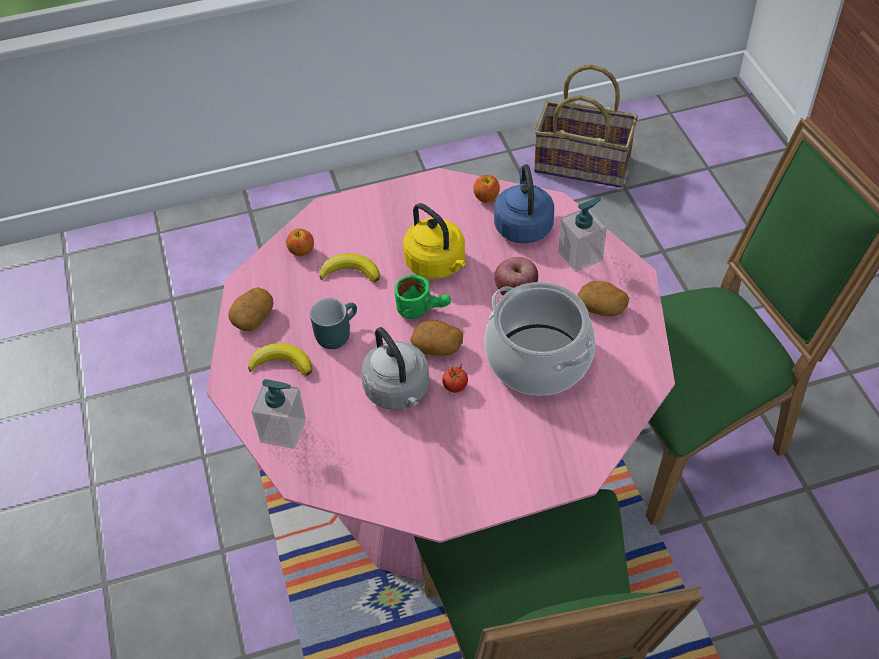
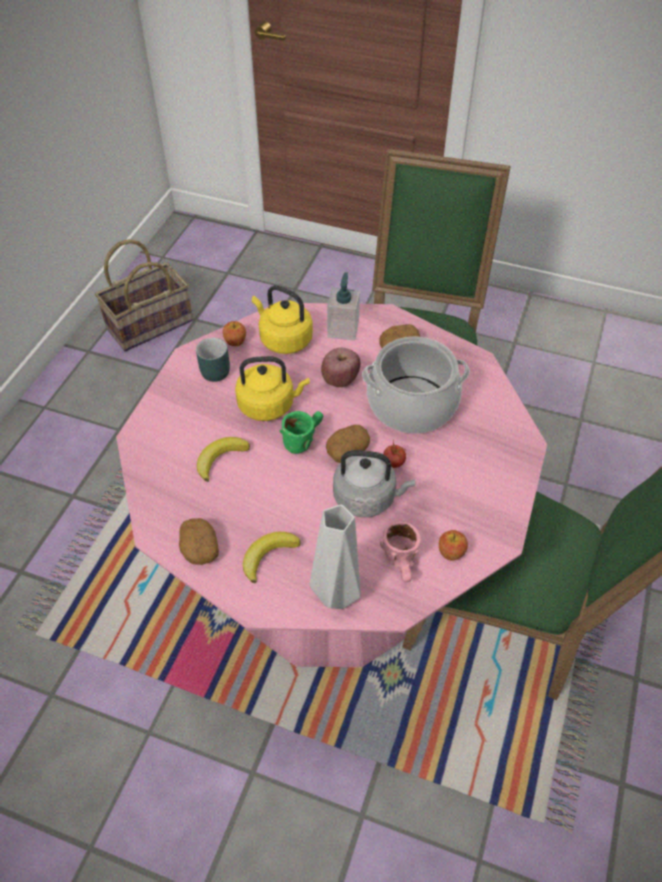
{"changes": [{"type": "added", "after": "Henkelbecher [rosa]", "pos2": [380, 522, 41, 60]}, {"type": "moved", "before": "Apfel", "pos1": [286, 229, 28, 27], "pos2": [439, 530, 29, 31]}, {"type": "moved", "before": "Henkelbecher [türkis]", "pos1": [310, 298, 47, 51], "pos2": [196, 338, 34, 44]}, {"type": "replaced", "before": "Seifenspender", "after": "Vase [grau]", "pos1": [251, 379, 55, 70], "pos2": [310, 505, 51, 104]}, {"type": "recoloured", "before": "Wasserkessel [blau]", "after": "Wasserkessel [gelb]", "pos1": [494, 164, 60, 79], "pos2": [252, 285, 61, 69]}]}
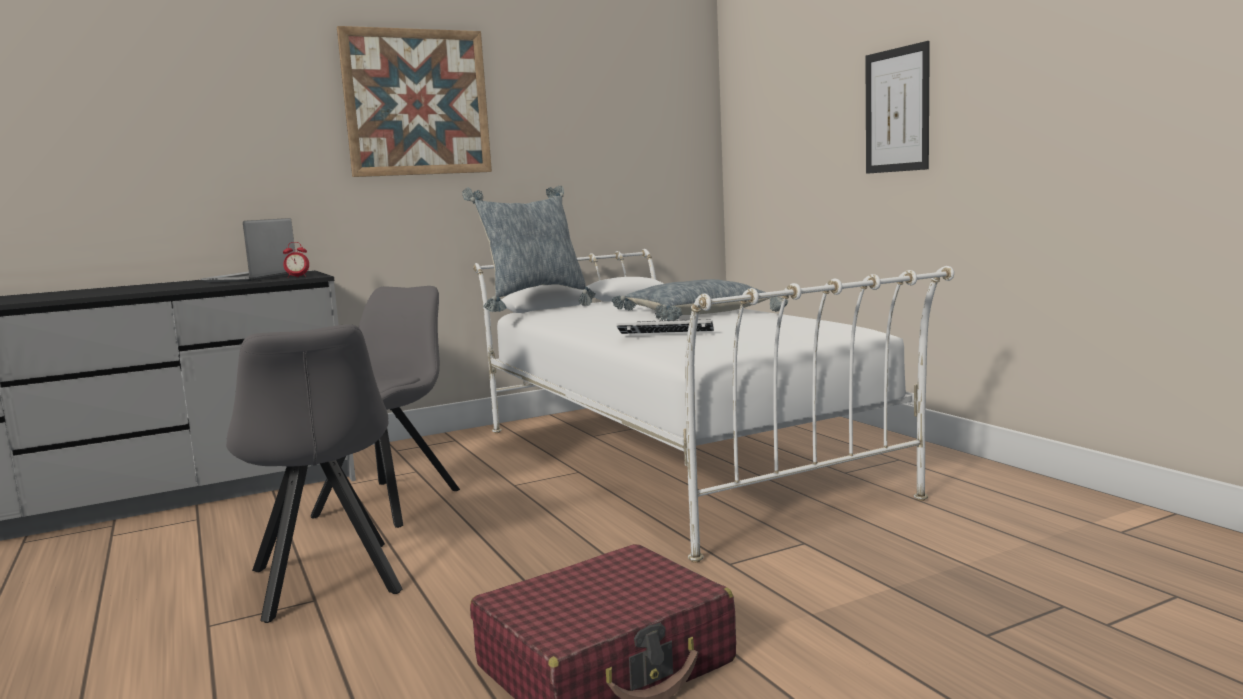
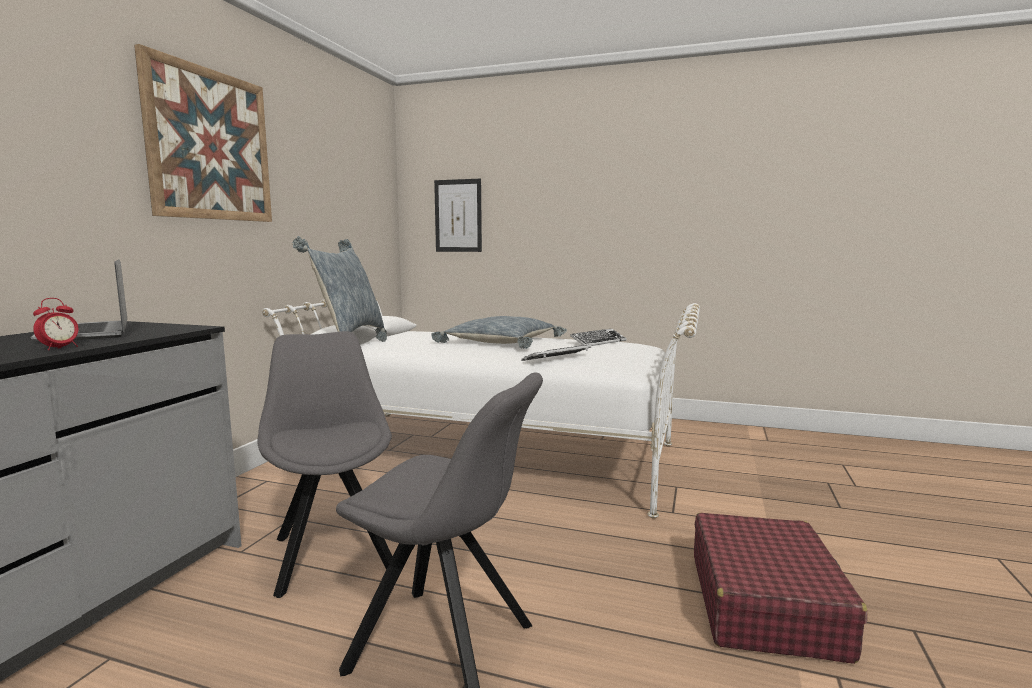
{"changes": [{"type": "added", "after": "Tastatur", "pos2": [570, 329, 57, 17]}, {"type": "moved", "before": "Wecker", "pos1": [283, 242, 26, 36], "pos2": [33, 298, 46, 52]}, {"type": "moved", "before": "Bild", "pos1": [865, 41, 65, 133], "pos2": [434, 179, 48, 73]}]}
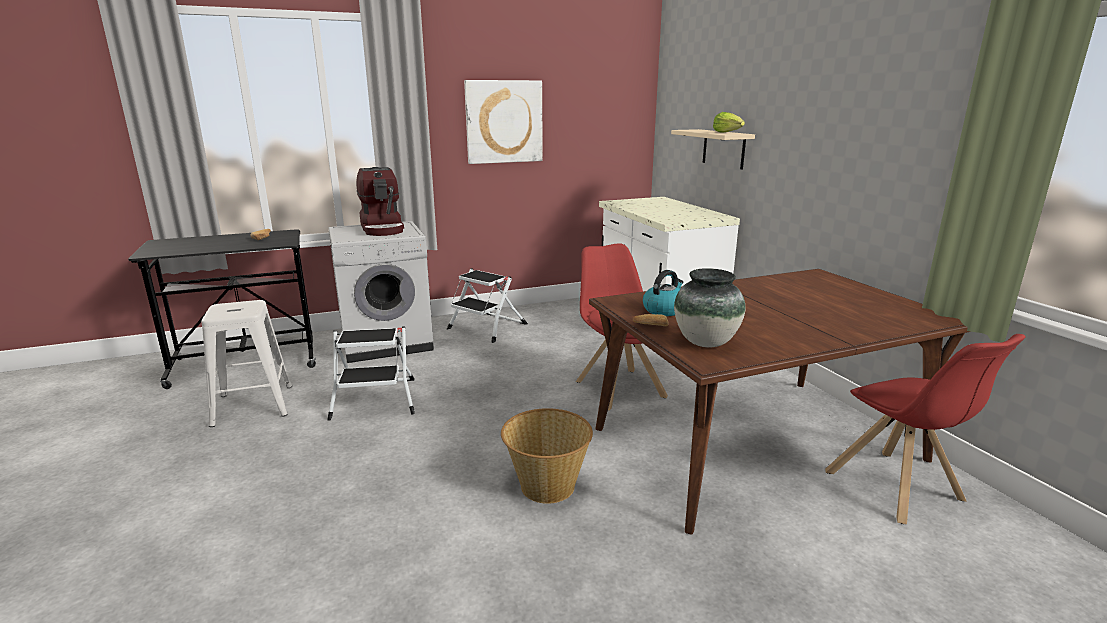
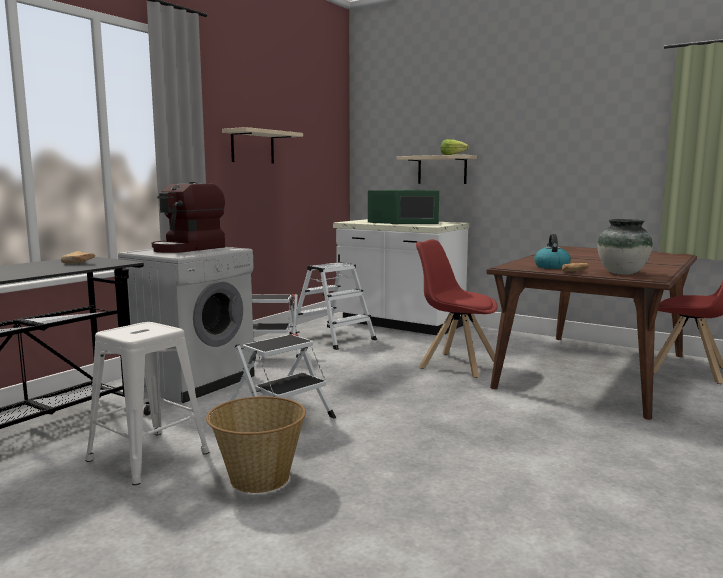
{"changes": [{"type": "added", "after": "Trittleiter [weiß]", "pos2": [289, 262, 88, 88]}, {"type": "added", "after": "Mikrowelle [grün]", "pos2": [368, 189, 71, 35]}, {"type": "moved", "before": "Korb", "pos1": [501, 408, 92, 96], "pos2": [206, 396, 100, 97]}, {"type": "replaced", "before": "Bild", "after": "Wandregal [beige]", "pos1": [464, 80, 79, 84], "pos2": [222, 127, 81, 37]}, {"type": "turned", "before": "Kaffeemaschine", "pos1": [356, 167, 48, 69], "pos2": [151, 182, 74, 71], "turn": 90}]}
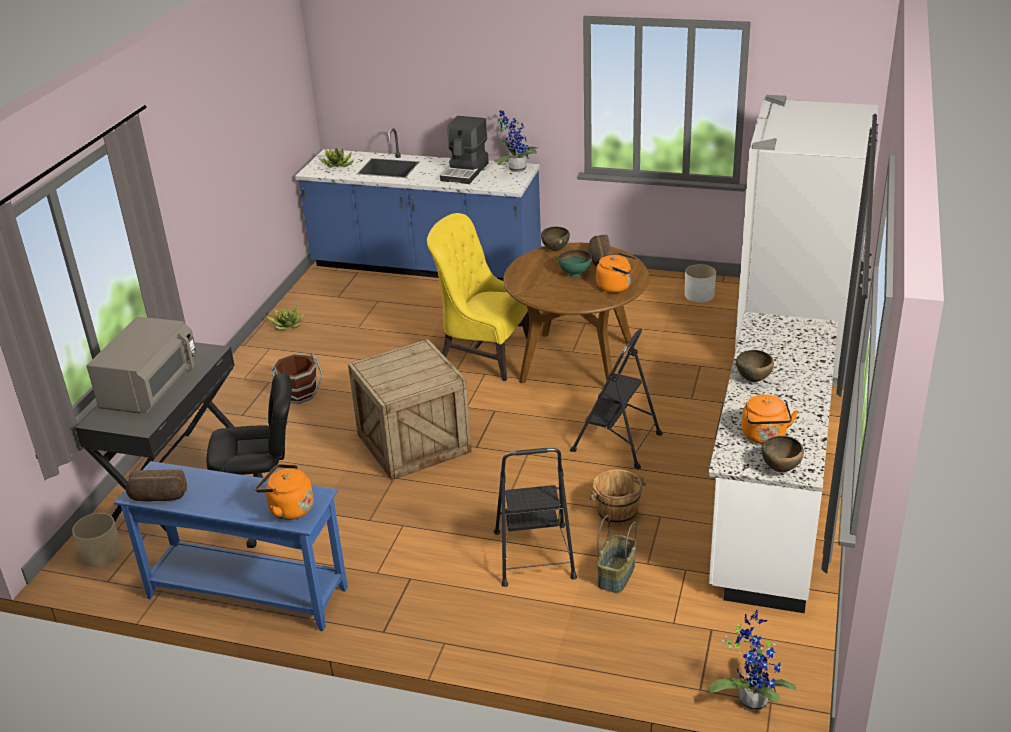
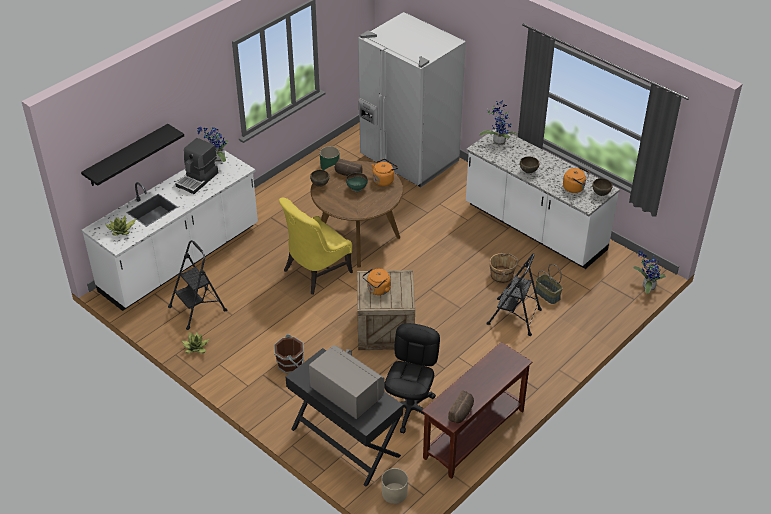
{"changes": [{"type": "added", "after": "Wandregal [schwarz]", "pos2": [81, 124, 103, 62]}, {"type": "added", "after": "Topfpflanze", "pos2": [479, 101, 39, 44]}, {"type": "moved", "before": "Wasserkessel [orange]", "pos1": [255, 464, 59, 56], "pos2": [362, 269, 29, 26]}, {"type": "moved", "before": "Trittleiter [schwarz]", "pos1": [570, 328, 93, 141], "pos2": [168, 240, 59, 90]}, {"type": "recoloured", "before": "Konsolentisch [blau]", "after": "Konsolentisch [braun]", "pos1": [114, 461, 234, 170], "pos2": [422, 342, 111, 137]}, {"type": "recoloured", "before": "Küchenzeile [blau]", "after": "Küchenzeile [weiß]", "pos1": [295, 128, 246, 153], "pos2": [81, 150, 177, 161]}, {"type": "recoloured", "before": "Pflanzkübel [weiß]", "after": "Pflanzkübel [grün]", "pos1": [685, 264, 31, 39], "pos2": [320, 146, 20, 24]}, {"type": "turned", "before": "Kaffeemaschine", "pos1": [440, 116, 49, 68], "pos2": [175, 138, 43, 56], "turn": 75}]}
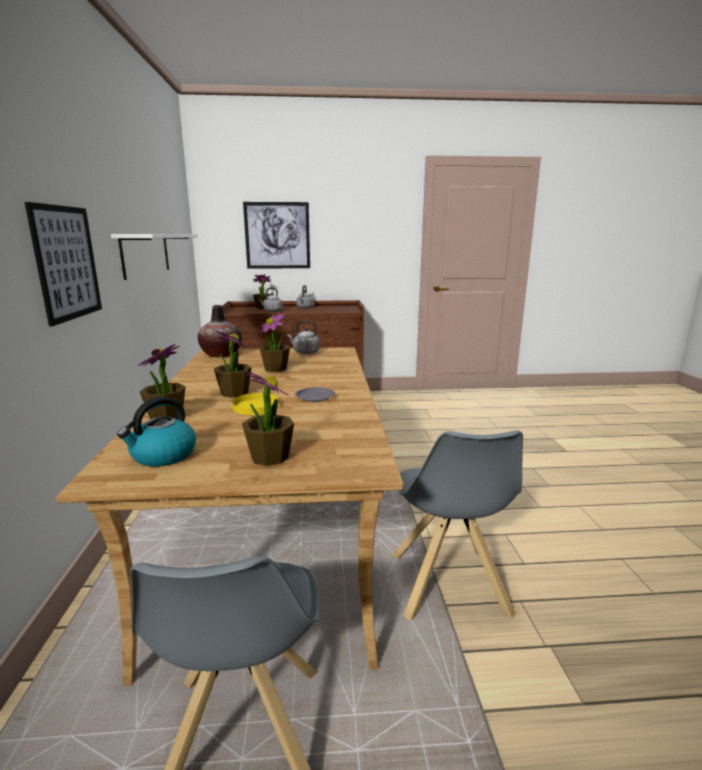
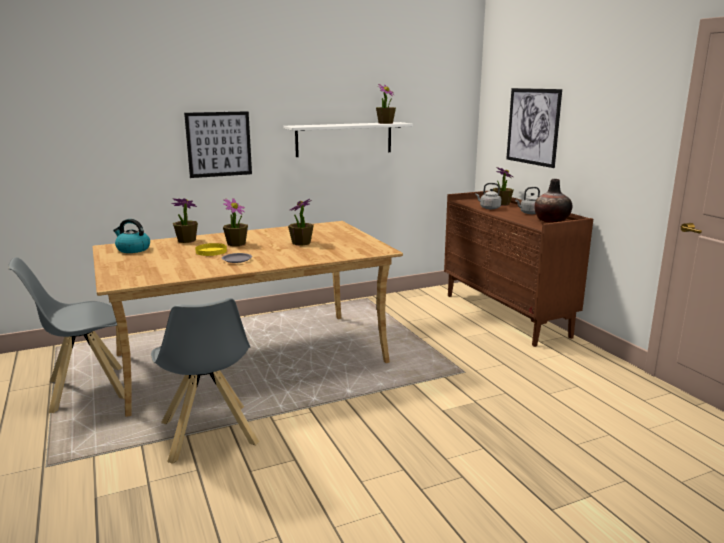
{"changes": [{"type": "removed", "before": "Wasserkessel [grau]", "pos1": [287, 320, 33, 34]}, {"type": "moved", "before": "Vase", "pos1": [198, 305, 44, 52], "pos2": [534, 179, 38, 44]}, {"type": "moved", "before": "Topfpflanze", "pos1": [242, 370, 52, 96], "pos2": [376, 84, 20, 40]}, {"type": "turned", "before": "Stuhl [grau]", "pos1": [392, 430, 131, 191], "pos2": [151, 298, 108, 166], "turn": -90}]}
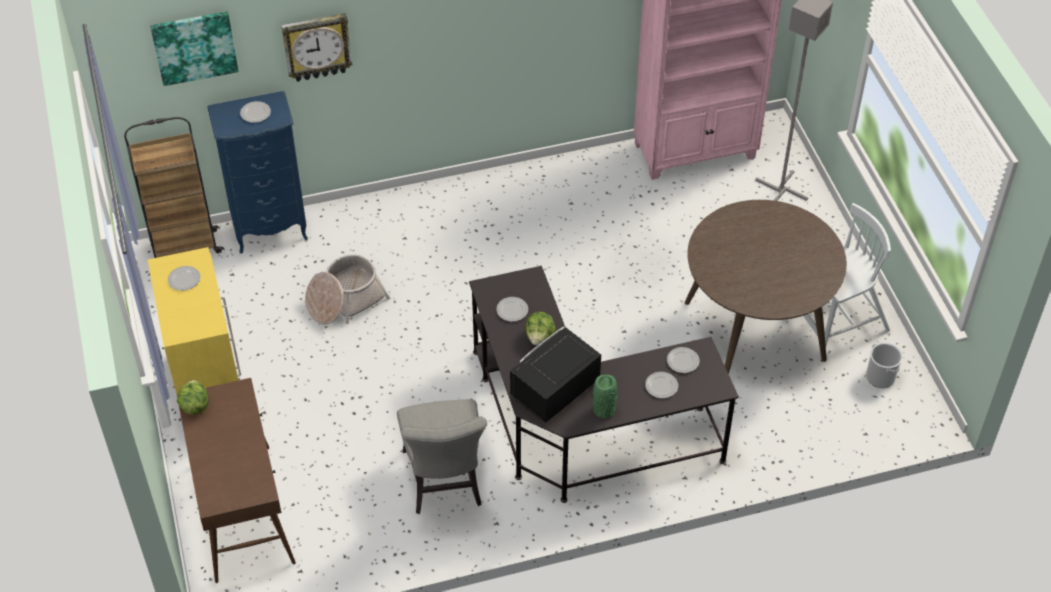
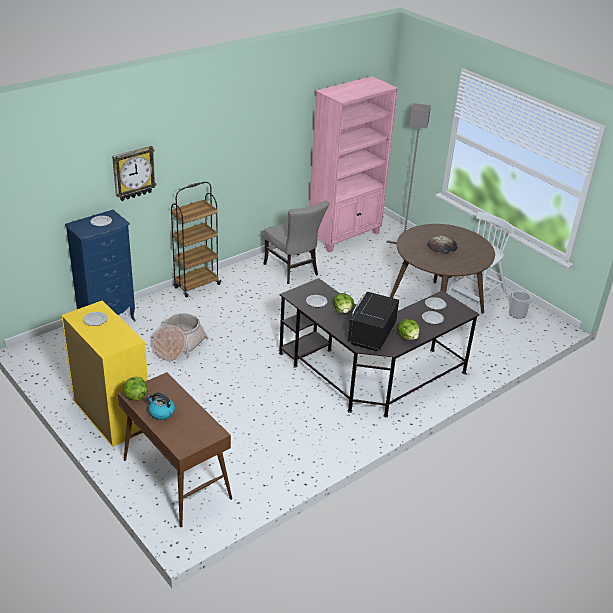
{"changes": [{"type": "removed", "before": "Bild", "pos1": [150, 11, 89, 75]}, {"type": "added", "after": "Wasserkessel", "pos2": [147, 393, 28, 27]}, {"type": "added", "after": "Brot", "pos2": [428, 235, 30, 18]}, {"type": "moved", "before": "Rollwagen [braun]", "pos1": [124, 117, 101, 141], "pos2": [171, 182, 51, 115]}, {"type": "moved", "before": "Stuhl [grau]", "pos1": [397, 399, 90, 115], "pos2": [263, 200, 67, 84]}, {"type": "replaced", "before": "Vase [grün]", "after": "Salatkopf", "pos1": [593, 375, 24, 43], "pos2": [398, 319, 22, 21]}]}
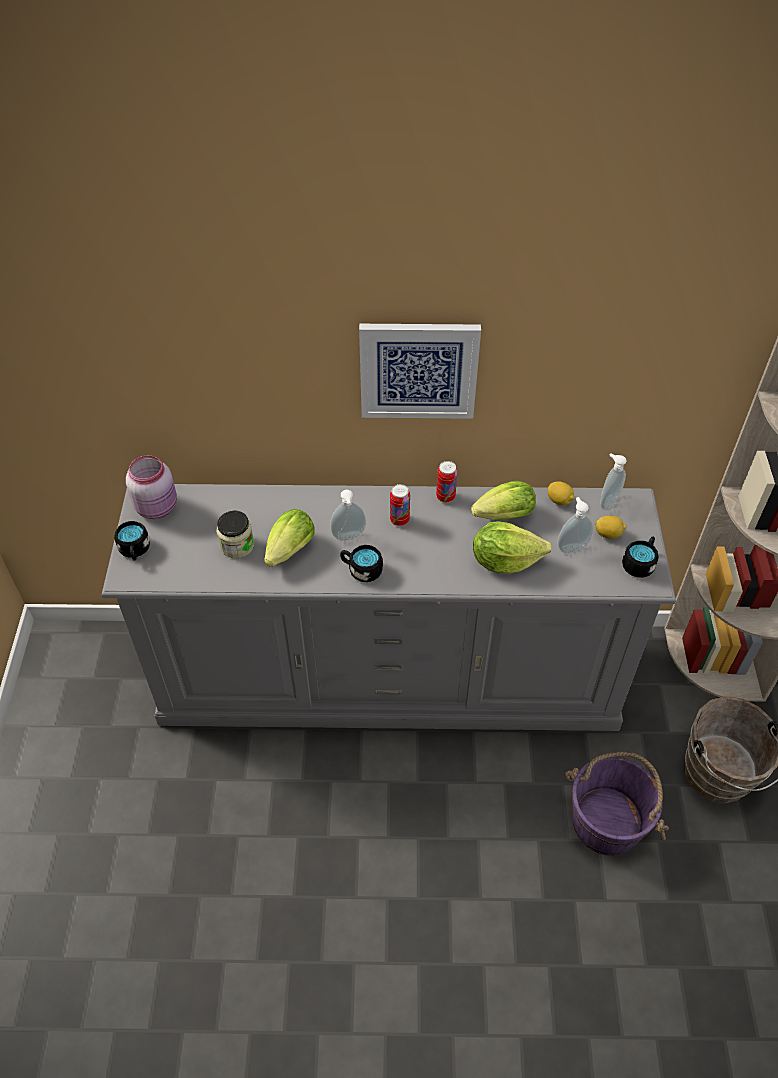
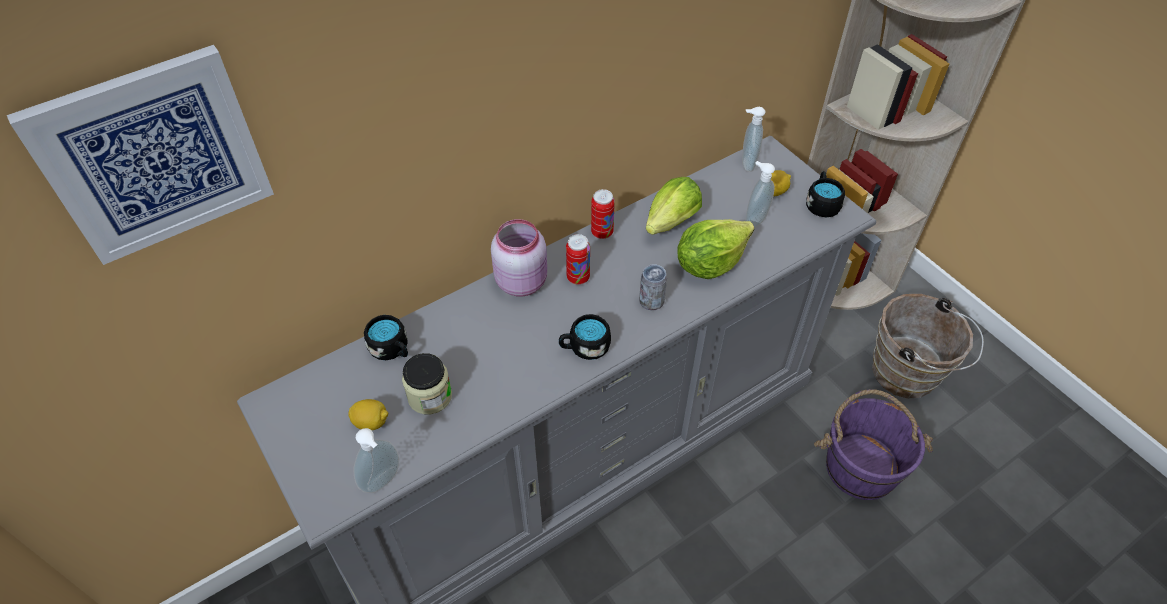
{"changes": [{"type": "removed", "before": "Salatkopf", "pos1": [264, 509, 51, 58]}, {"type": "added", "after": "Dose", "pos2": [639, 264, 28, 46]}, {"type": "moved", "before": "Henkelbecher [schwarz]", "pos1": [114, 521, 36, 39], "pos2": [364, 315, 44, 45]}, {"type": "moved", "before": "Vorratsglas [rosa]", "pos1": [126, 455, 51, 64], "pos2": [491, 219, 56, 77]}, {"type": "moved", "before": "Seifenspender", "pos1": [330, 490, 36, 51], "pos2": [353, 428, 46, 65]}, {"type": "moved", "before": "Bild", "pos1": [359, 324, 122, 95], "pos2": [7, 45, 267, 220]}, {"type": "moved", "before": "Zitrone", "pos1": [548, 482, 27, 23], "pos2": [348, 399, 40, 31]}]}
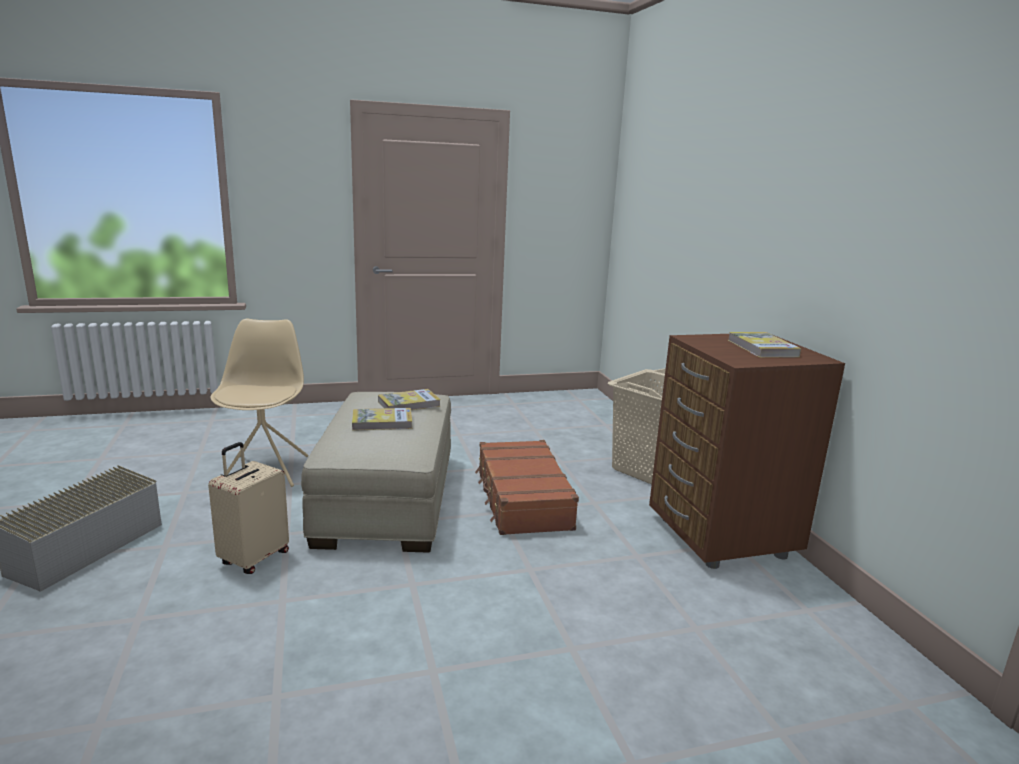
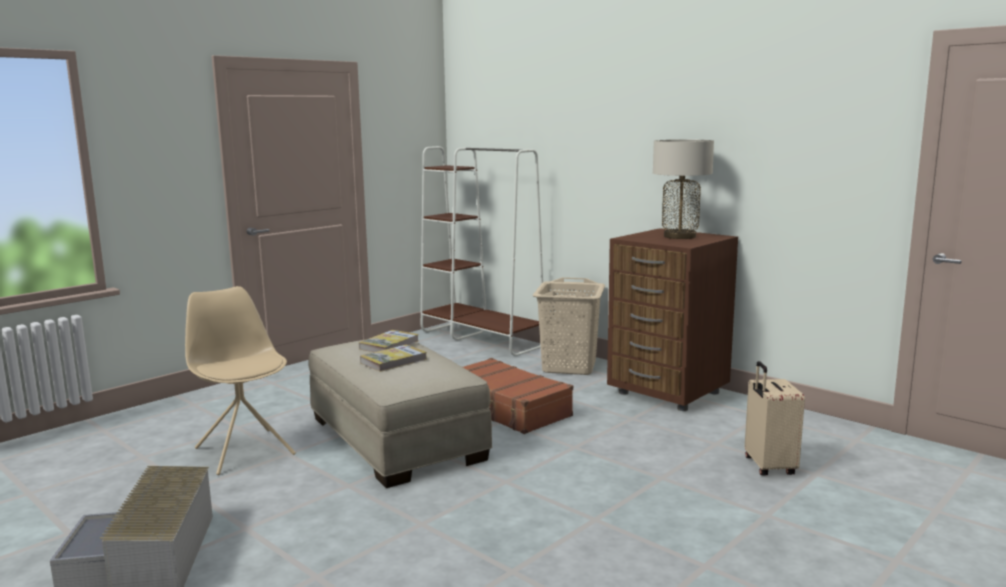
{"changes": [{"type": "added", "after": "Kleiderständer [braun]", "pos2": [421, 146, 122, 210]}, {"type": "moved", "before": "Koffer [beige]", "pos1": [208, 442, 81, 132], "pos2": [745, 361, 60, 115]}, {"type": "replaced", "before": "Buch", "after": "Tischlampe", "pos1": [728, 332, 73, 26], "pos2": [653, 140, 61, 99]}]}
